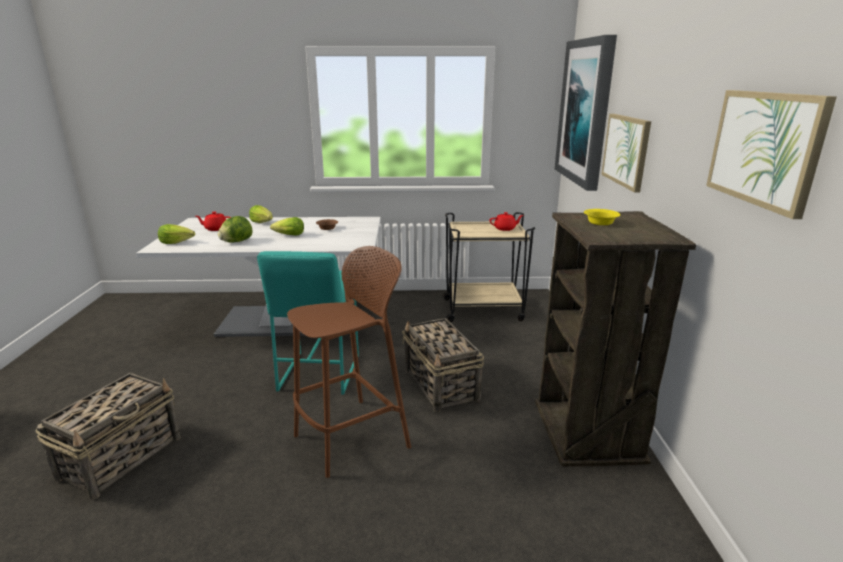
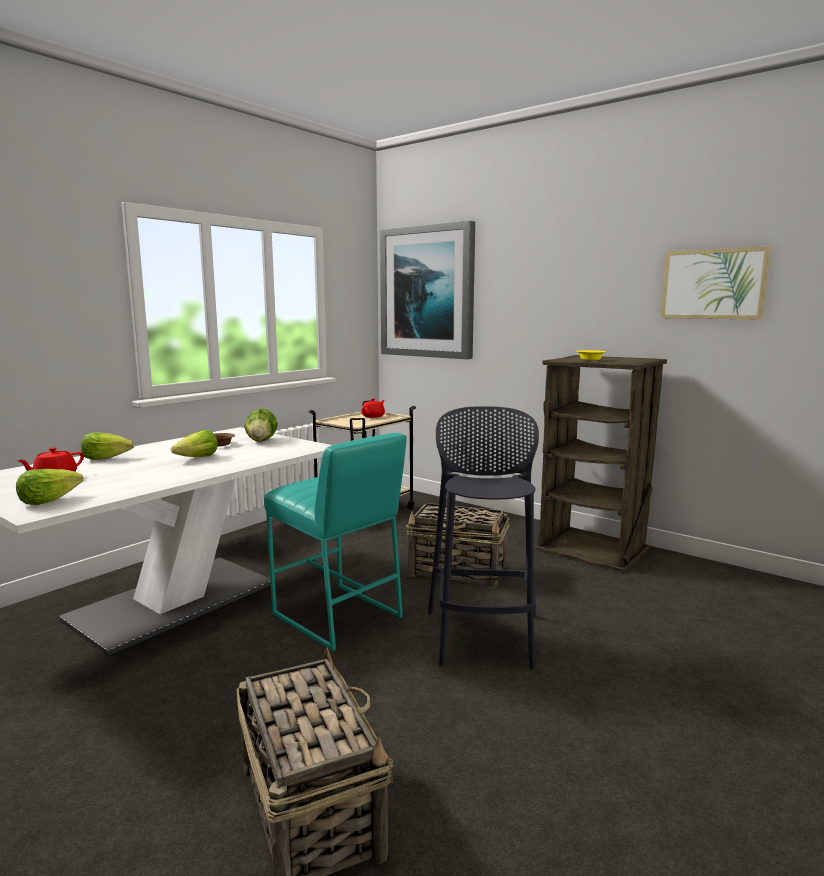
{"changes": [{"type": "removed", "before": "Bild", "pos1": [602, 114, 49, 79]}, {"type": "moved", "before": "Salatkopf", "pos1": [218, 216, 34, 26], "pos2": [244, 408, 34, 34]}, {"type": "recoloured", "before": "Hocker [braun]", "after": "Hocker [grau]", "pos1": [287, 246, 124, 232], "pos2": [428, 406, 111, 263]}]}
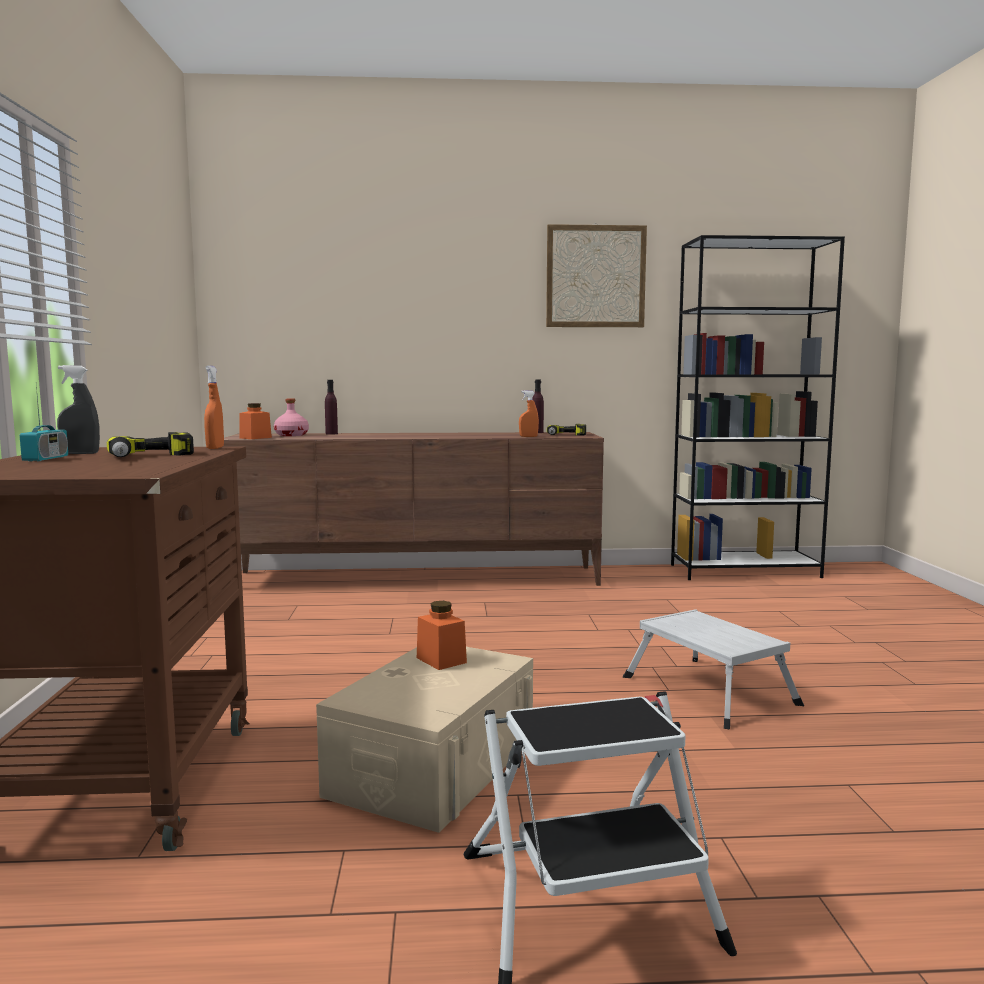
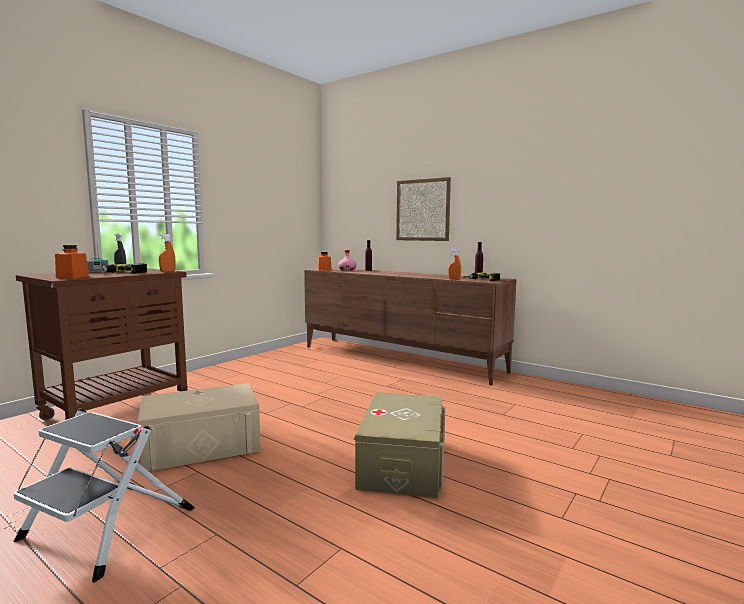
{"changes": [{"type": "removed", "before": "Bücherregal [weiß]", "pos1": [671, 235, 174, 345]}, {"type": "moved", "before": "Vorratsglas [orange]", "pos1": [417, 601, 50, 69], "pos2": [55, 245, 34, 33]}, {"type": "moved", "before": "Bild", "pos1": [546, 223, 101, 104], "pos2": [396, 177, 55, 64]}, {"type": "replaced", "before": "Trittleiter [weiß]", "after": "Aufbewahrungsbox [beige]", "pos1": [623, 609, 181, 121], "pos2": [354, 392, 91, 106]}]}
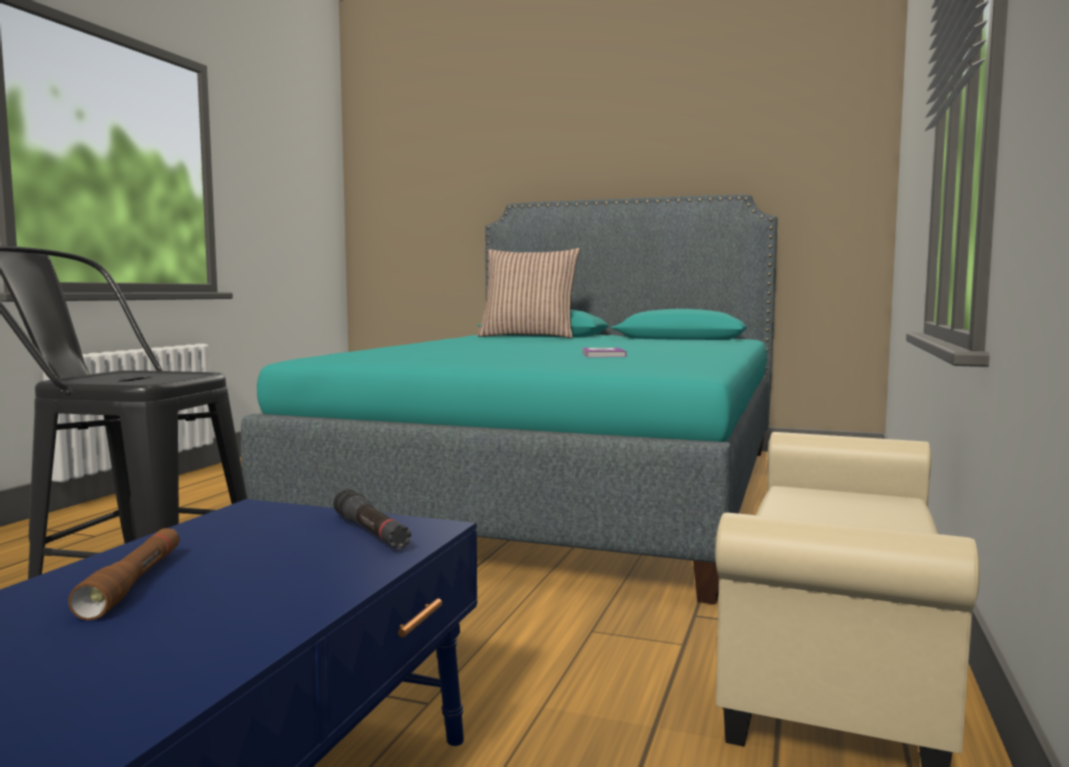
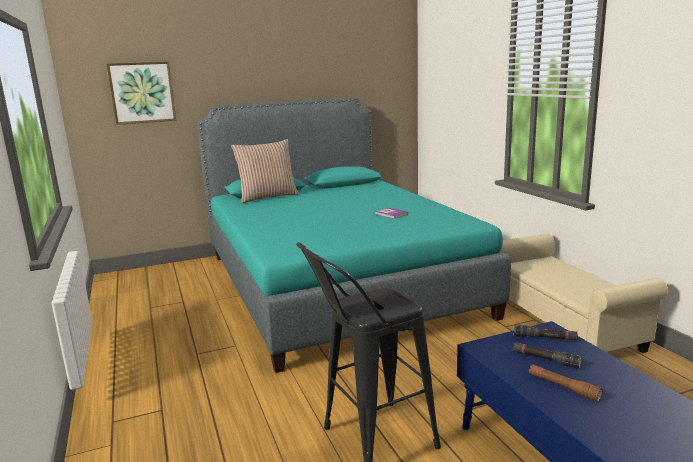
{"changes": [{"type": "added", "after": "Bild", "pos2": [107, 61, 69, 64]}, {"type": "added", "after": "Taschenlampe [schwarz]", "pos2": [513, 342, 69, 26]}]}
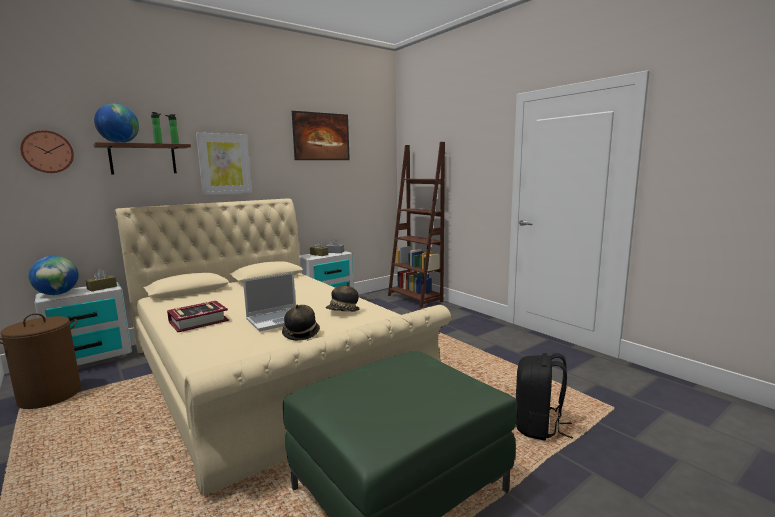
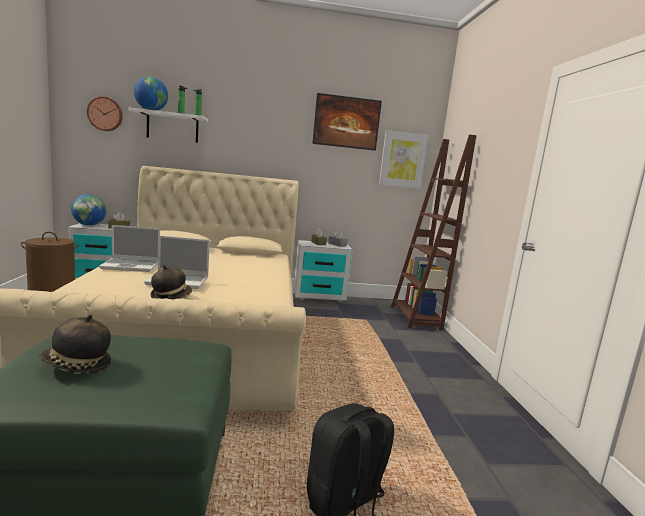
{"changes": [{"type": "moved", "before": "Bild", "pos1": [196, 133, 56, 62], "pos2": [379, 130, 50, 59]}, {"type": "moved", "before": "Hut", "pos1": [326, 282, 33, 30], "pos2": [38, 314, 73, 60]}, {"type": "replaced", "before": "Buch", "after": "Laptop", "pos1": [167, 301, 62, 31], "pos2": [99, 225, 61, 47]}, {"type": "recoloured", "before": "Wandregal [braun]", "after": "Wandregal [weiß]", "pos1": [93, 142, 98, 32], "pos2": [129, 108, 79, 35]}]}
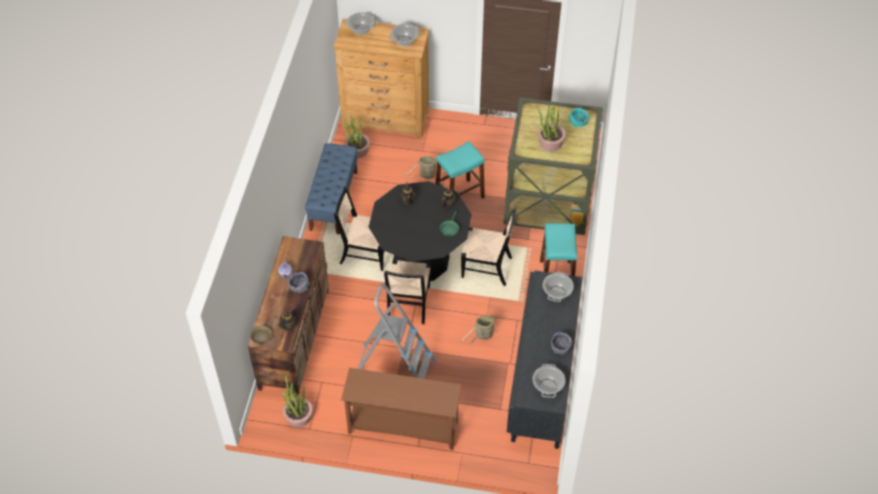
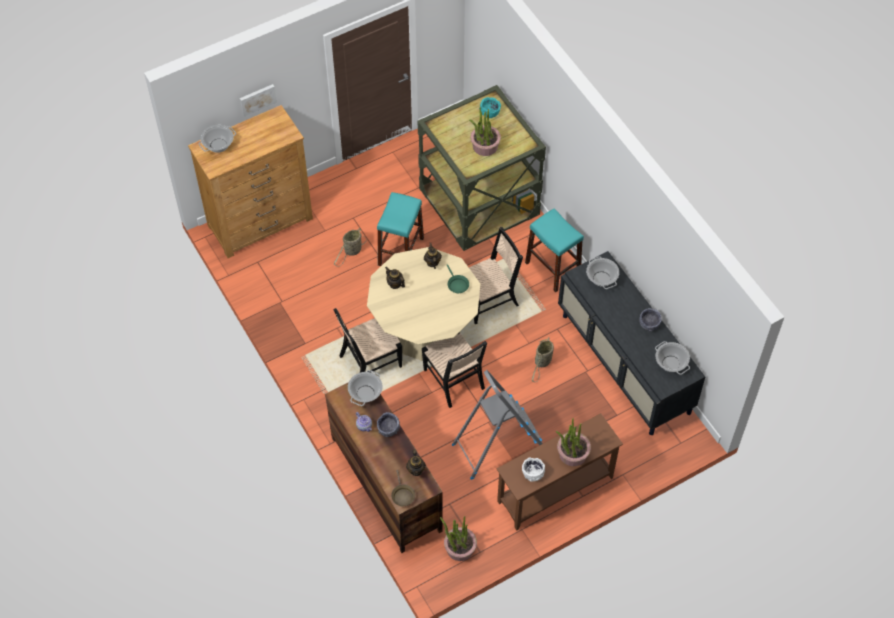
{"changes": [{"type": "removed", "before": "Bank [blau]", "pos1": [305, 143, 53, 92]}, {"type": "added", "after": "Bild", "pos2": [240, 84, 37, 33]}, {"type": "added", "after": "Schüssel [weiß]", "pos2": [522, 457, 23, 25]}, {"type": "moved", "before": "Topfpflanze", "pos1": [341, 115, 29, 43], "pos2": [556, 418, 35, 48]}, {"type": "moved", "before": "Kochtopf", "pos1": [388, 24, 33, 22], "pos2": [348, 370, 35, 36]}, {"type": "recoloured", "before": "Esstisch [schwarz]", "after": "Esstisch [beige]", "pos1": [369, 181, 103, 100], "pos2": [367, 247, 113, 114]}]}
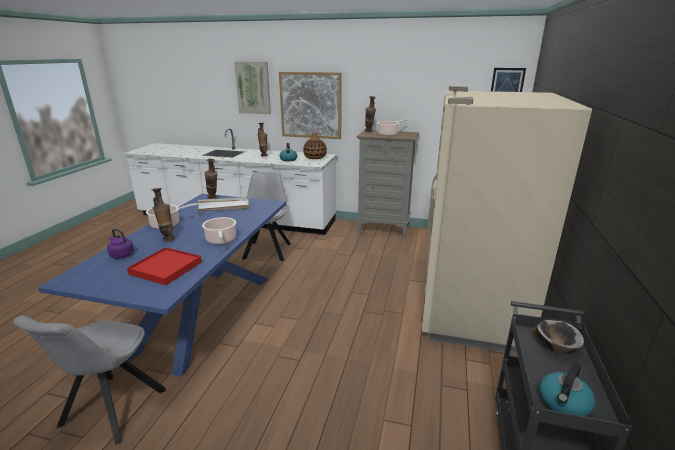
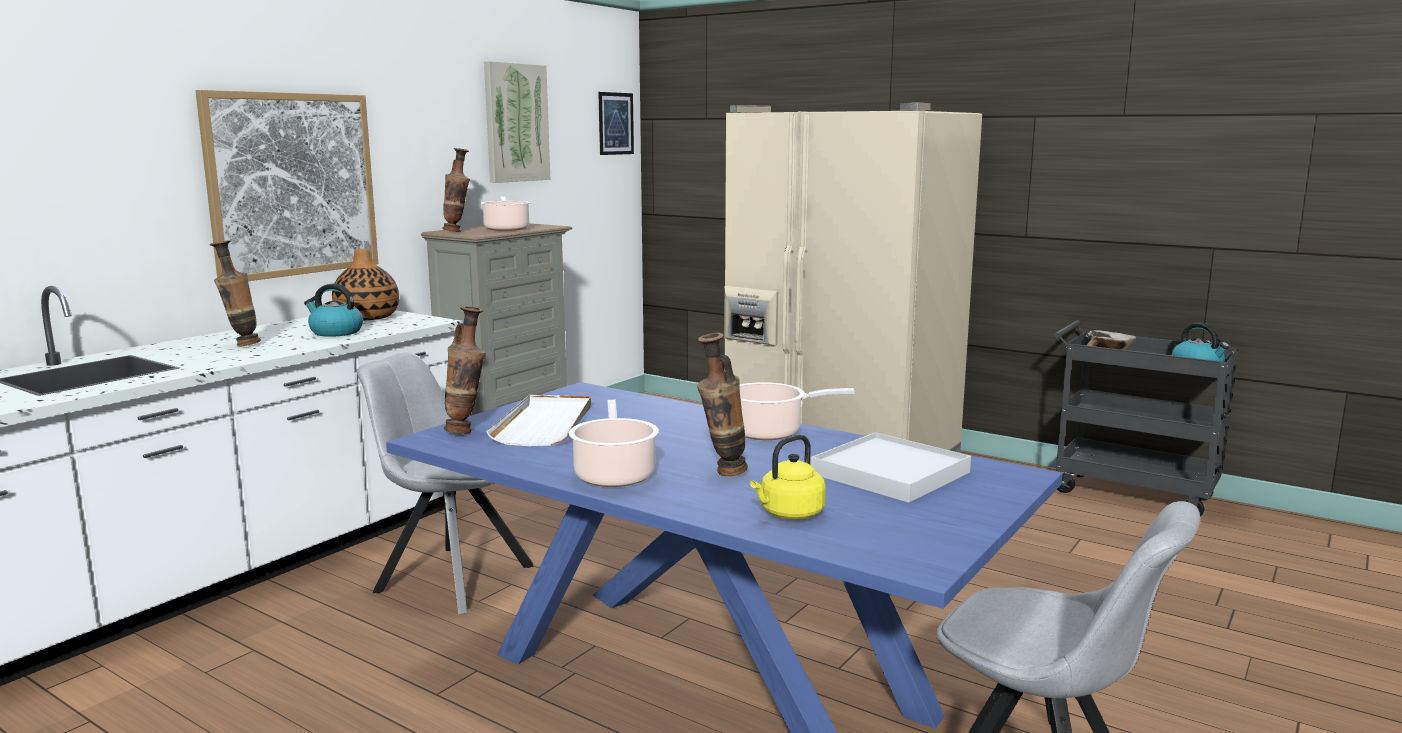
{"changes": [{"type": "moved", "before": "Bild", "pos1": [234, 61, 37, 53], "pos2": [484, 61, 66, 122]}, {"type": "recoloured", "before": "Wasserkessel [lila]", "after": "Wasserkessel [gelb]", "pos1": [107, 228, 27, 31], "pos2": [750, 435, 76, 84]}, {"type": "recoloured", "before": "Tablett [rot]", "after": "Tablett [weiß]", "pos1": [127, 247, 75, 38], "pos2": [811, 432, 160, 71]}]}
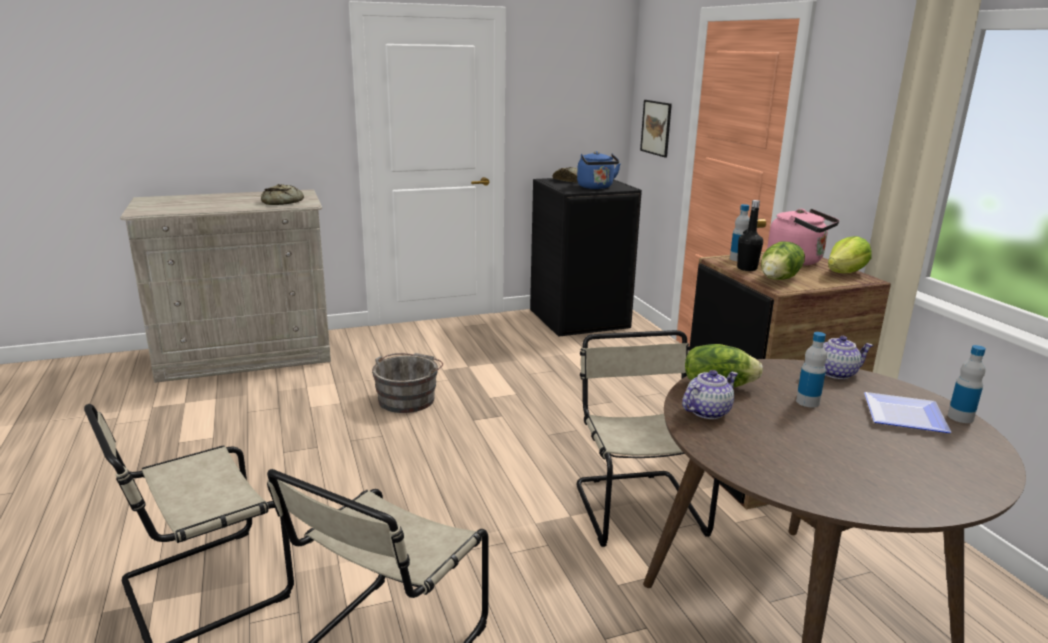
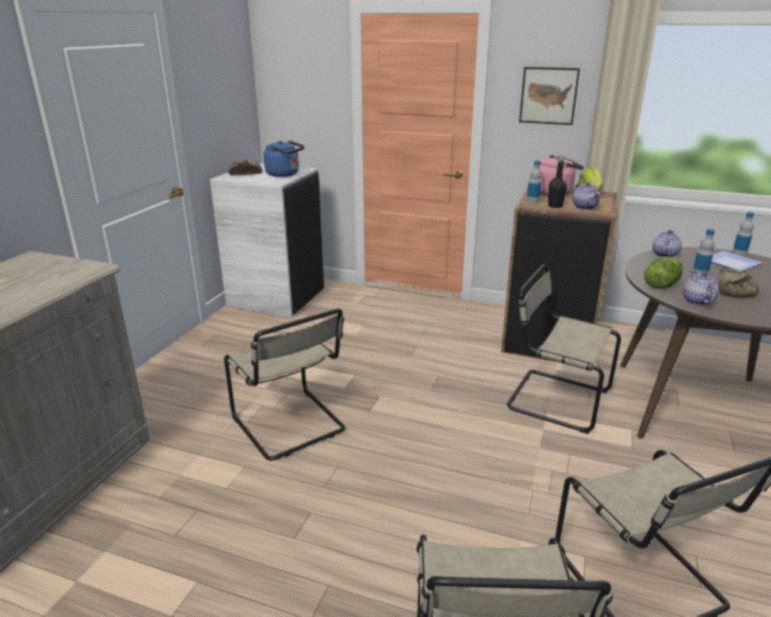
{"changes": [{"type": "moved", "before": "Brot", "pos1": [261, 184, 43, 21], "pos2": [719, 268, 40, 30]}, {"type": "moved", "before": "Bild", "pos1": [640, 100, 32, 58], "pos2": [519, 67, 61, 58]}, {"type": "replaced", "before": "Eimer [grau]", "after": "Stuhl [beige]", "pos1": [372, 353, 71, 60], "pos2": [224, 309, 122, 152]}, {"type": "replaced", "before": "Salatkopf", "after": "Teekanne", "pos1": [761, 241, 44, 39], "pos2": [573, 182, 27, 28]}, {"type": "recoloured", "before": "Schrank [schwarz]", "after": "Schrank [weiß]", "pos1": [530, 178, 112, 159], "pos2": [210, 163, 114, 155]}]}
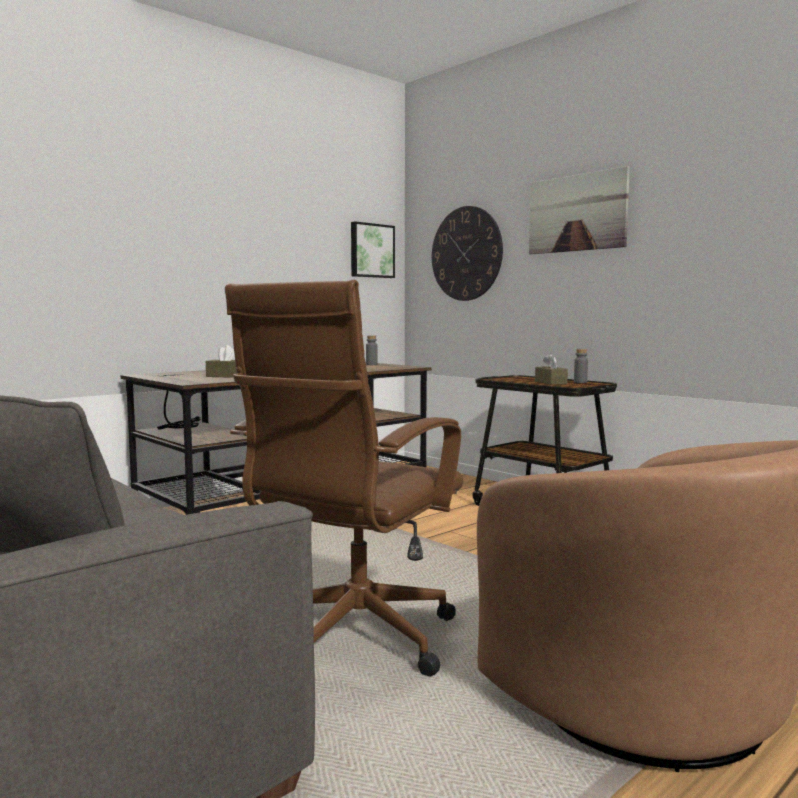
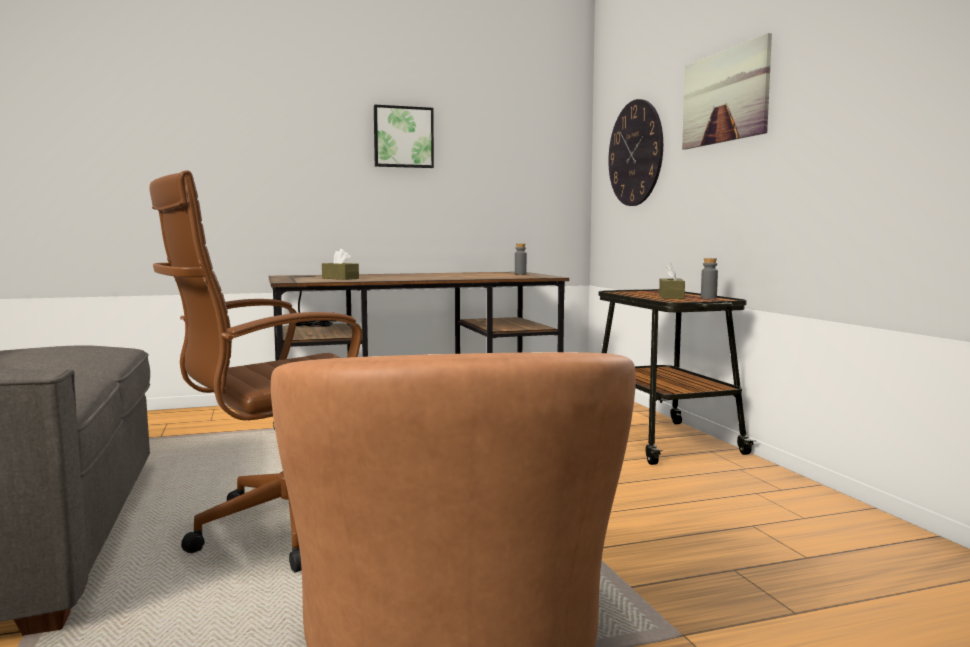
{"changes": [{"type": "moved", "before": "Bild", "pos1": [351, 221, 44, 57], "pos2": [374, 105, 60, 63]}]}
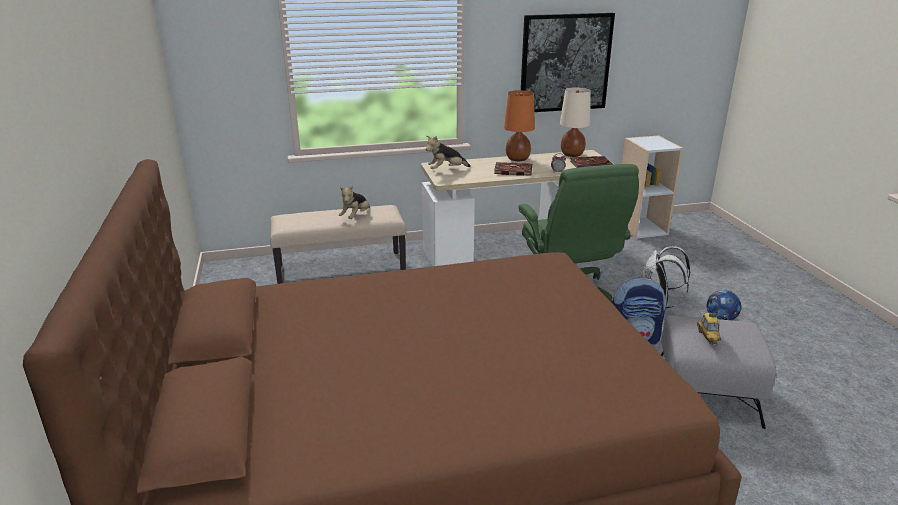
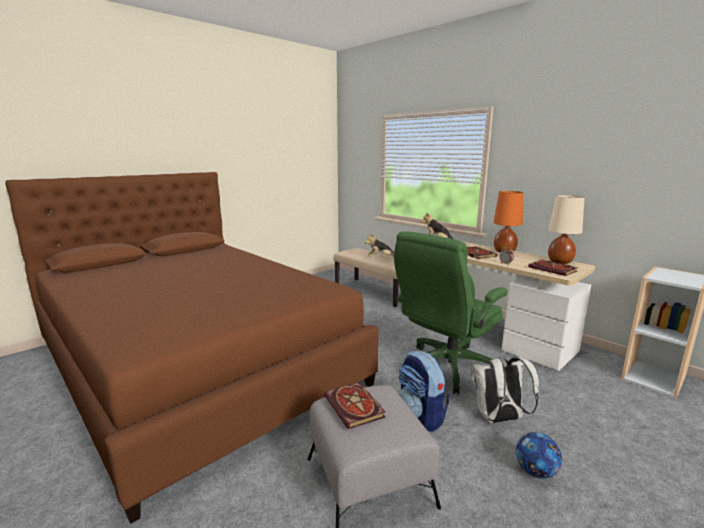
{"changes": [{"type": "removed", "before": "Bild", "pos1": [521, 13, 94, 99]}, {"type": "replaced", "before": "Spielzeugauto", "after": "Buch", "pos1": [697, 313, 24, 33], "pos2": [324, 382, 62, 47]}]}
